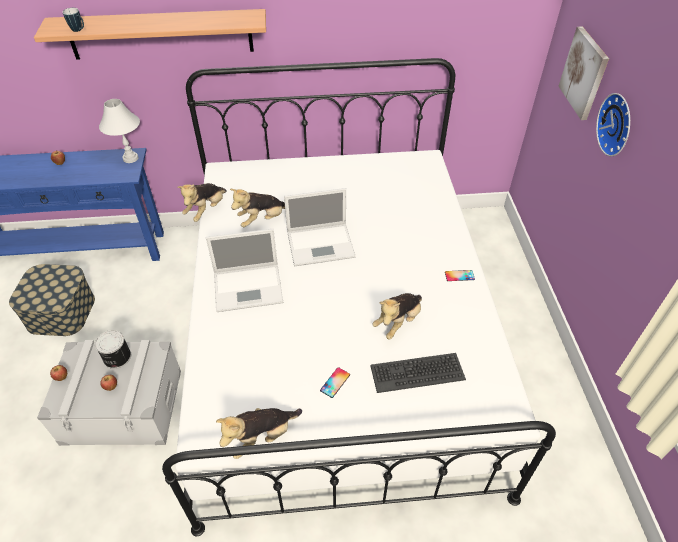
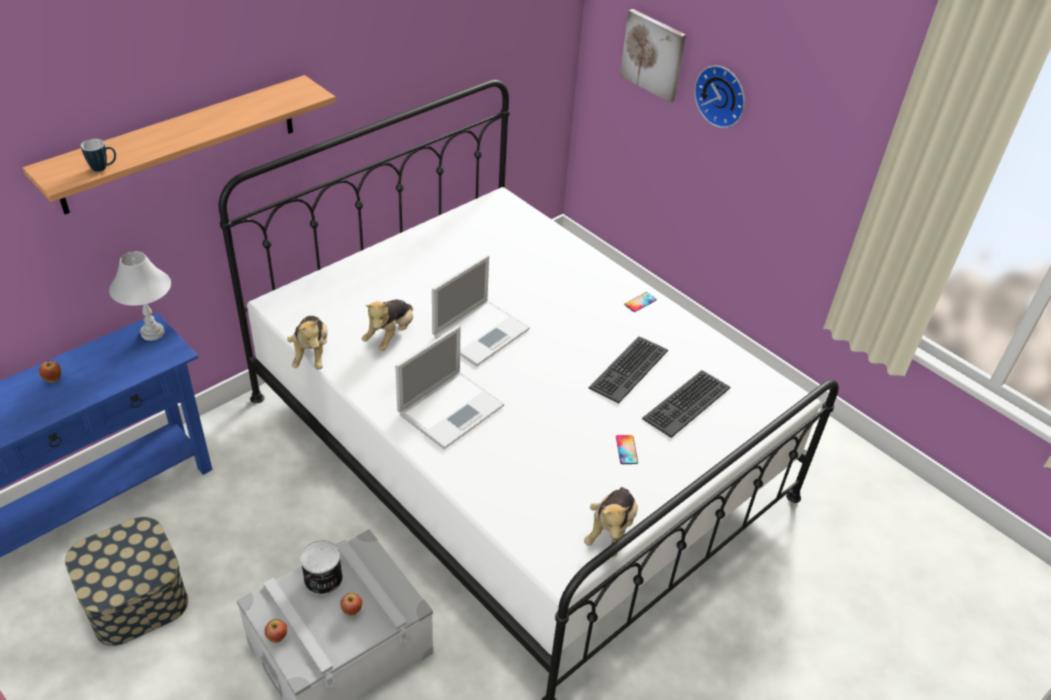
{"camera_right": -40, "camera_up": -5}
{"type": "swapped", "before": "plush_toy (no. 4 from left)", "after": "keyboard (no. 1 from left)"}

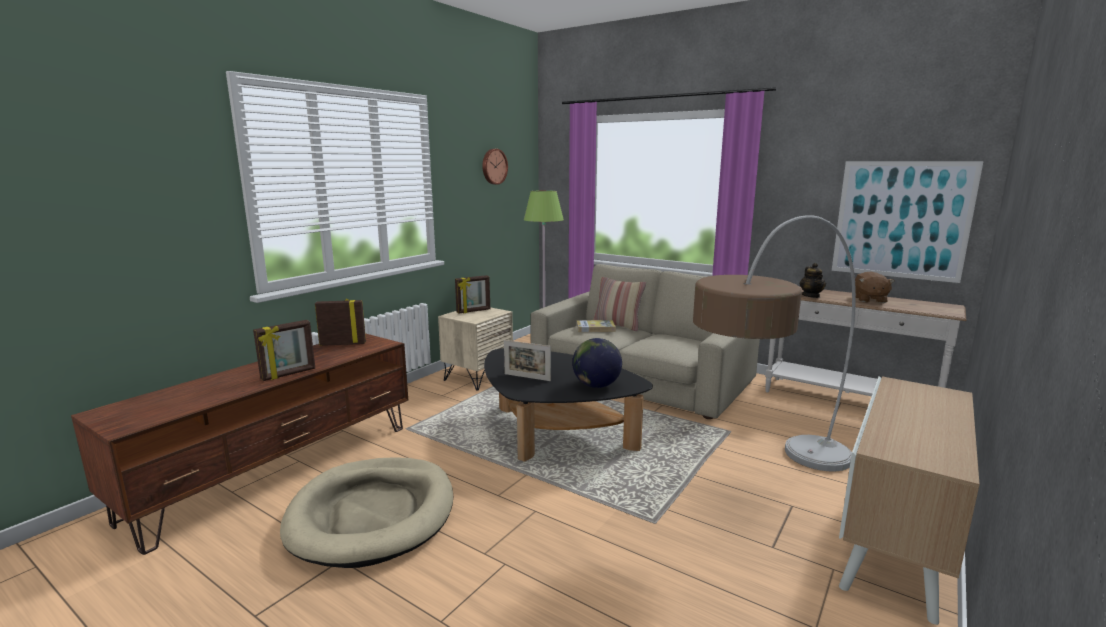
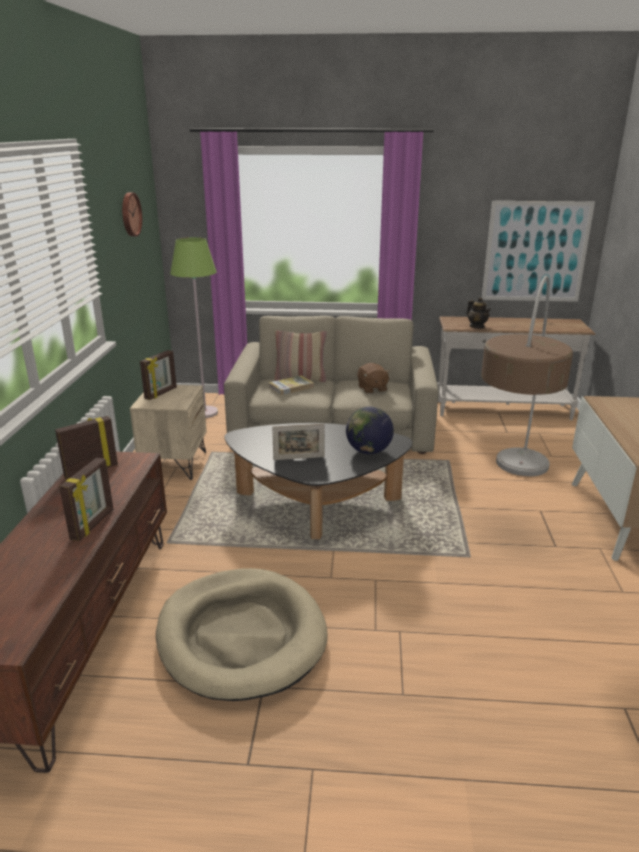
{"camera_right": -30, "camera_up": 10}
{"type": "shifted", "before": "brown_plush_toy"}

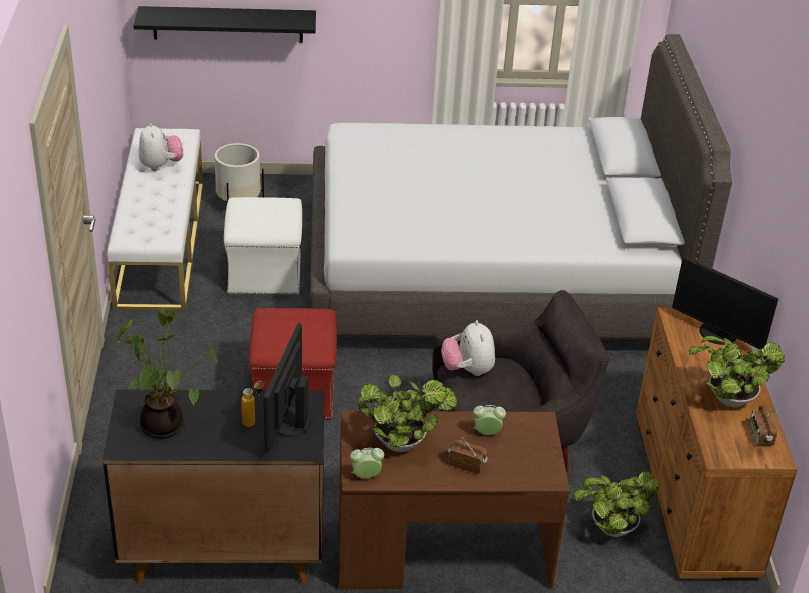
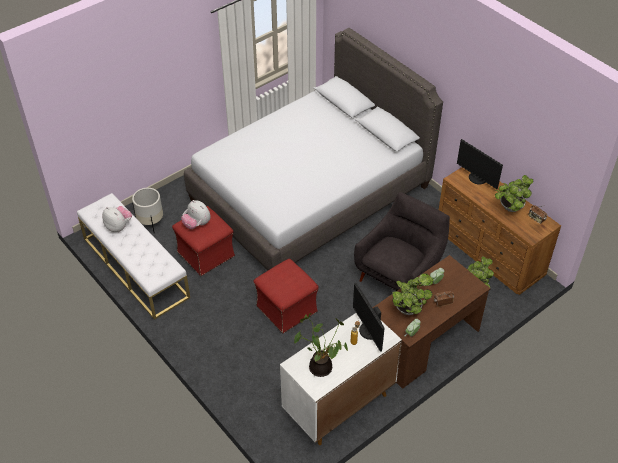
{"camera_right": -35, "camera_up": 10}
{"type": "gone", "before": "blackish_bracket_shelf"}
{"type": "shifted", "before": "plush_toy (no. 2 from left)"}
{"type": "repainted", "before": "blackish_cabinet", "after": "whitish_cabinet"}
{"type": "repainted", "before": "whitish_footrest", "after": "red-coloured_footrest (no. 1 from left)"}
{"type": "rotated", "before": "computer_screen (no. 2 from left)", "turn": 45}

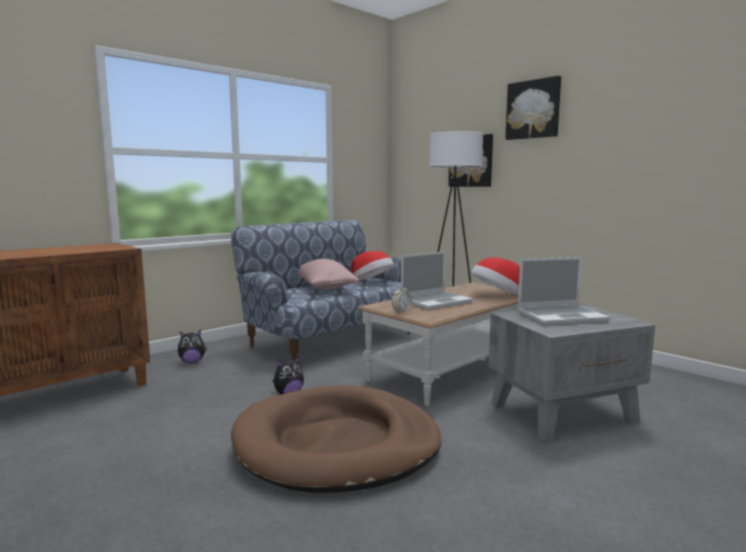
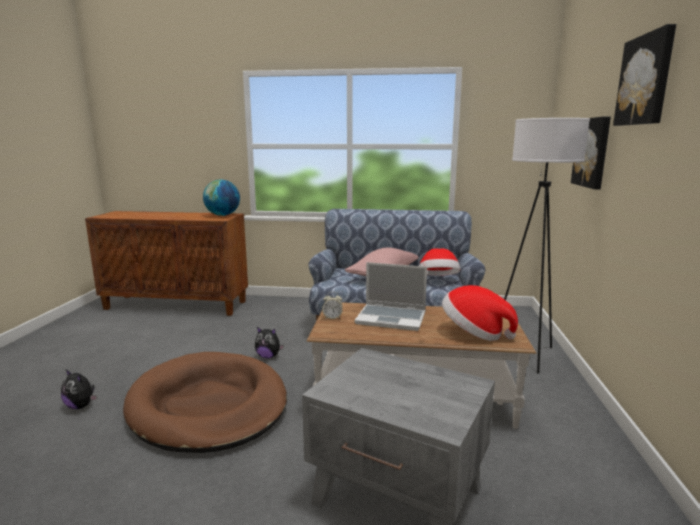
{"camera_right": 50, "camera_up": 5}
{"type": "gone", "before": "laptop (no. 2 from left)"}
{"type": "new", "after": "globe"}
{"type": "shifted", "before": "plush_toy (no. 1 from left)"}

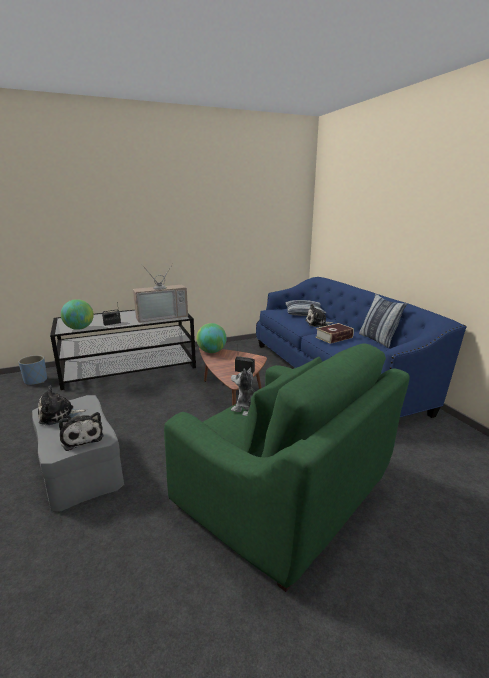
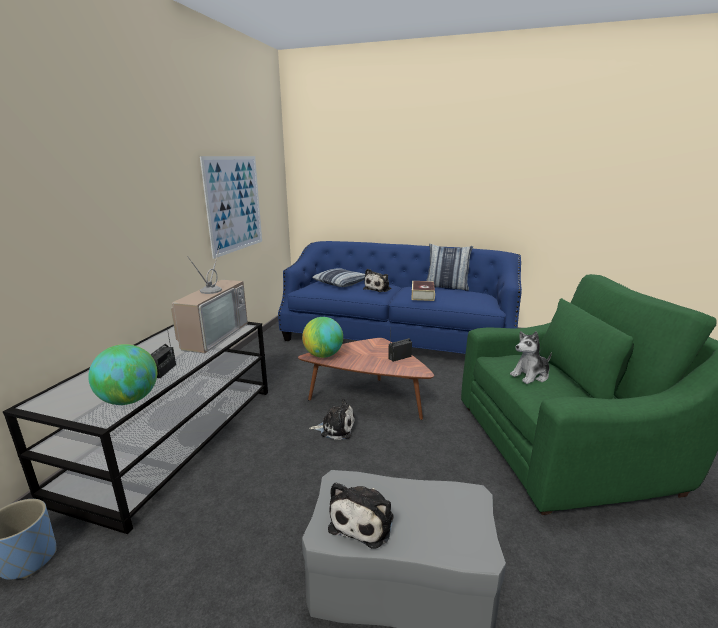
{"camera_right": -50, "camera_up": 0}
{"type": "new", "after": "wall_picture"}
{"type": "shifted", "before": "plush_toy (no. 2 from left in the first image)", "after": "plush_toy (no. 1 from left)"}

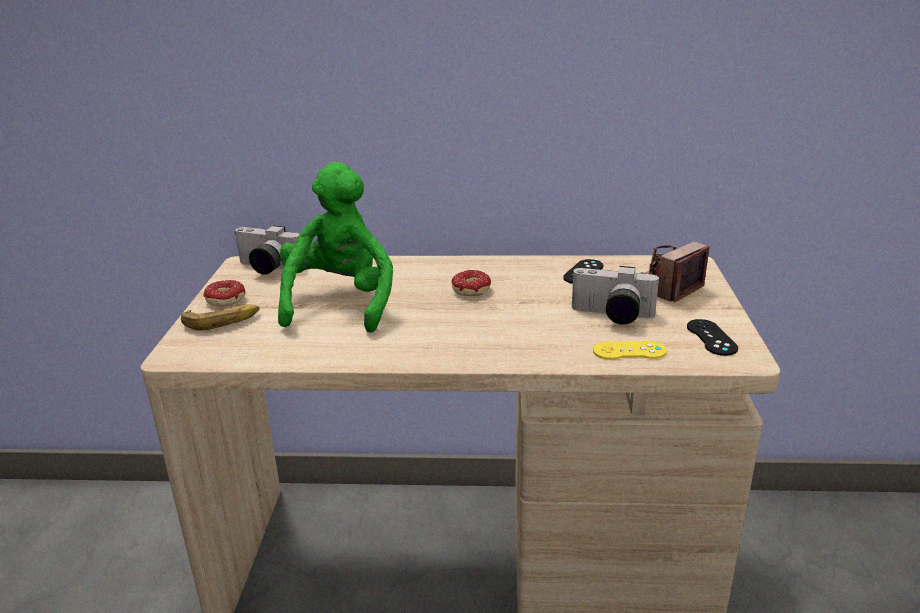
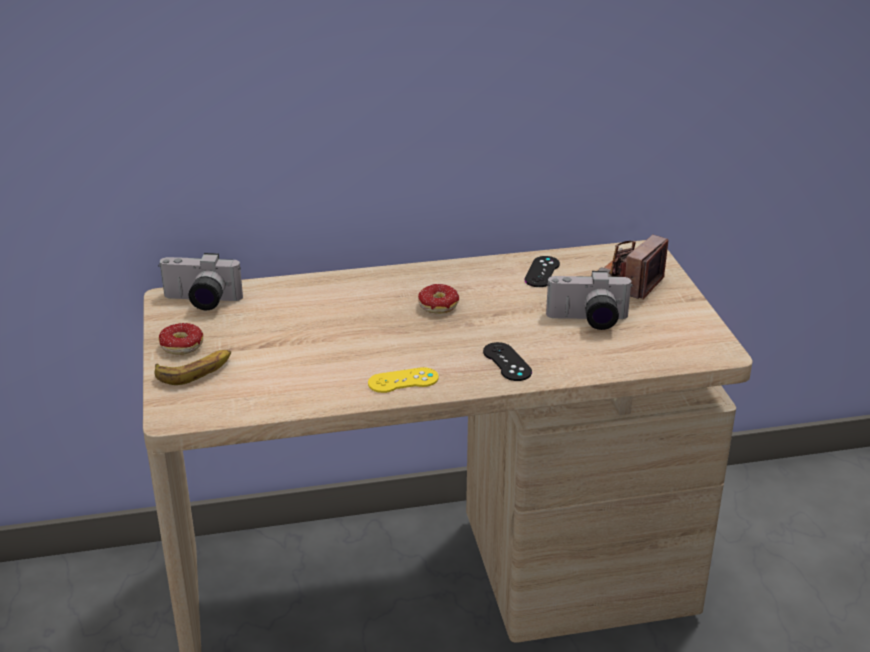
{"camera_right": -15, "camera_up": 5}
{"type": "gone", "before": "green-coloured_plush_toy"}
{"type": "shifted", "before": "yellow_gamepad"}
{"type": "shifted", "before": "blackish_gamepad (no. 2 from left in the first image)", "after": "blackish_gamepad (no. 1 from left)"}

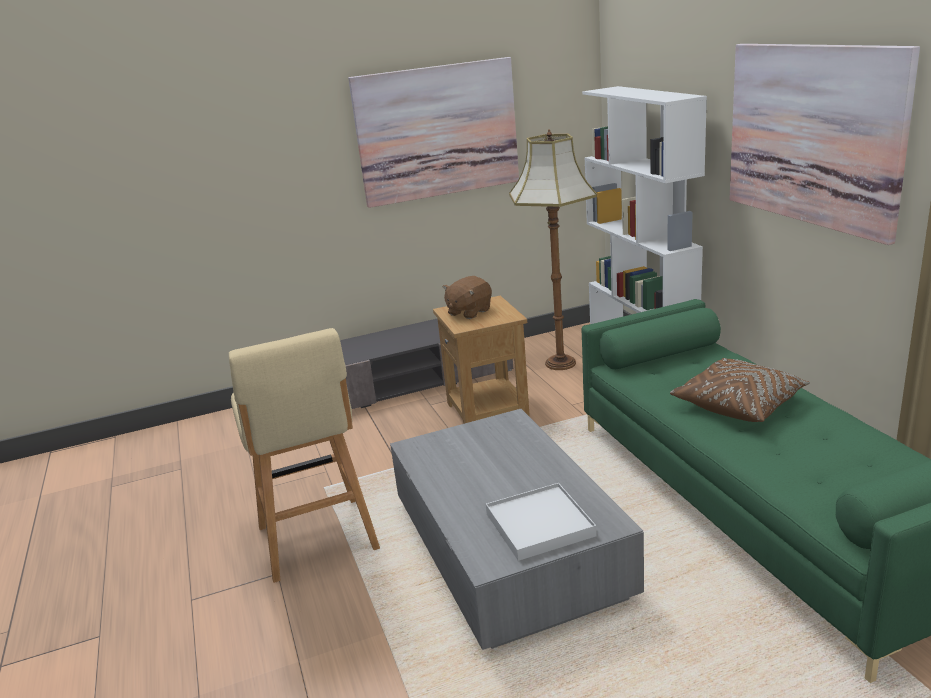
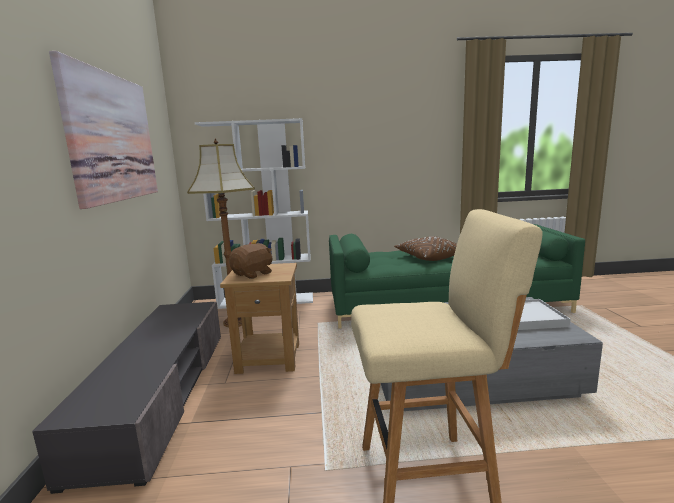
{"camera_right": -75, "camera_up": -10}
{"type": "gone", "before": "wall_picture (no. 2 from left)"}
{"type": "rotated", "before": "brown_plush_toy", "turn": -105}

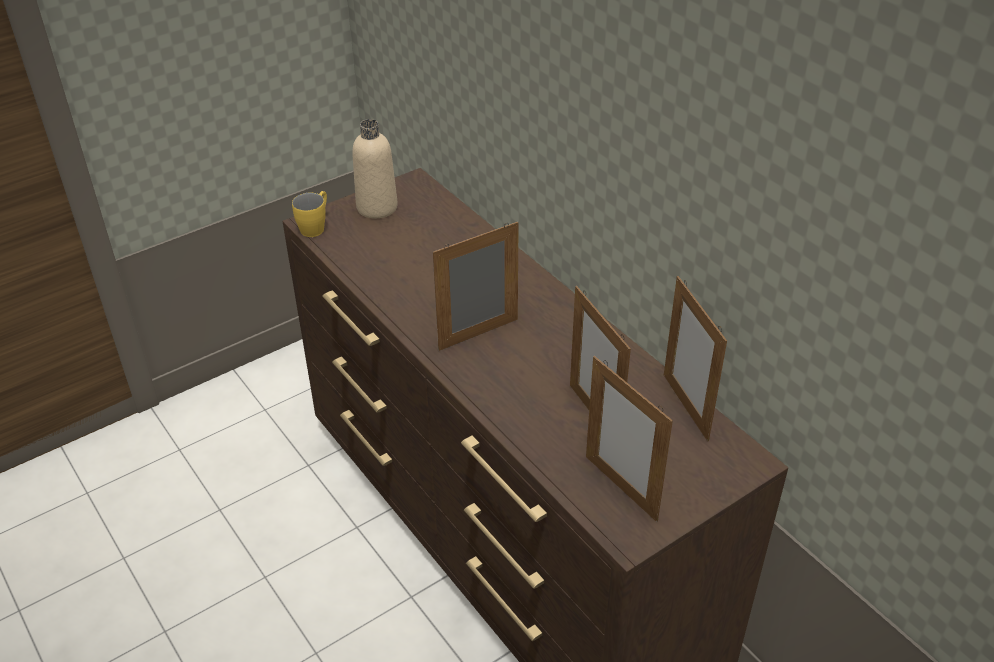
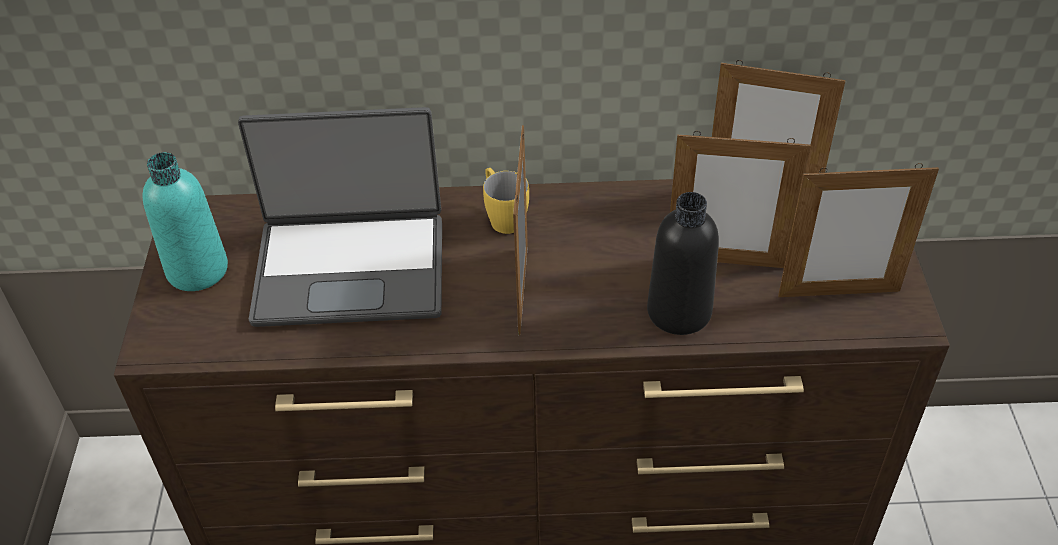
{"camera_right": -55, "camera_up": 5}
{"type": "new", "after": "laptop"}
{"type": "new", "after": "blackish_bottle"}
{"type": "shifted", "before": "yellow_mug"}
{"type": "repainted", "before": "beige_bottle", "after": "blue-green_bottle"}

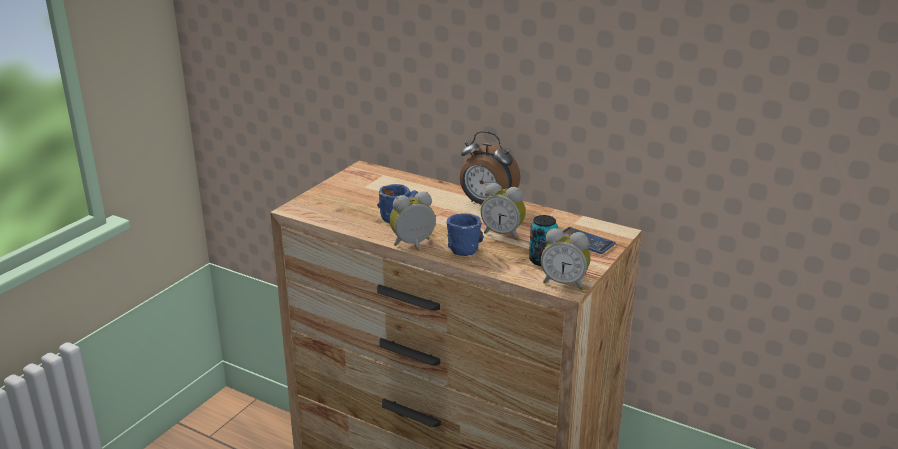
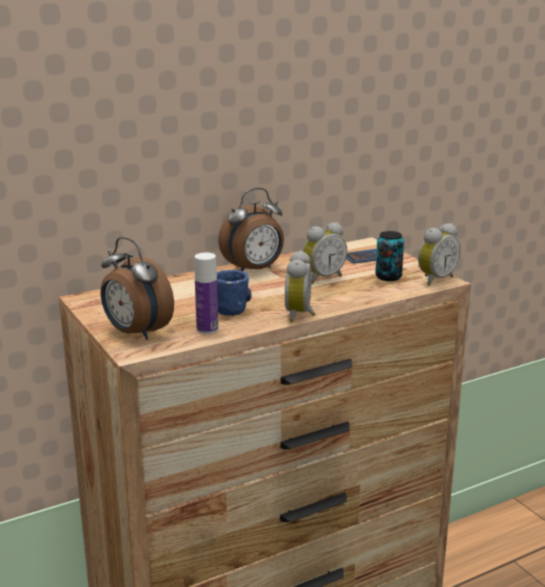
{"camera_right": -60, "camera_up": -5}
{"type": "gone", "before": "bluish_mug (no. 2 from left)"}
{"type": "new", "after": "bedside_clock (no. 1 from left)"}
{"type": "new", "after": "bottle"}

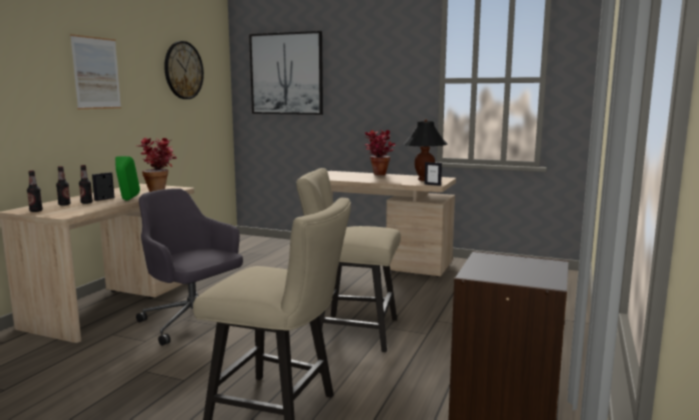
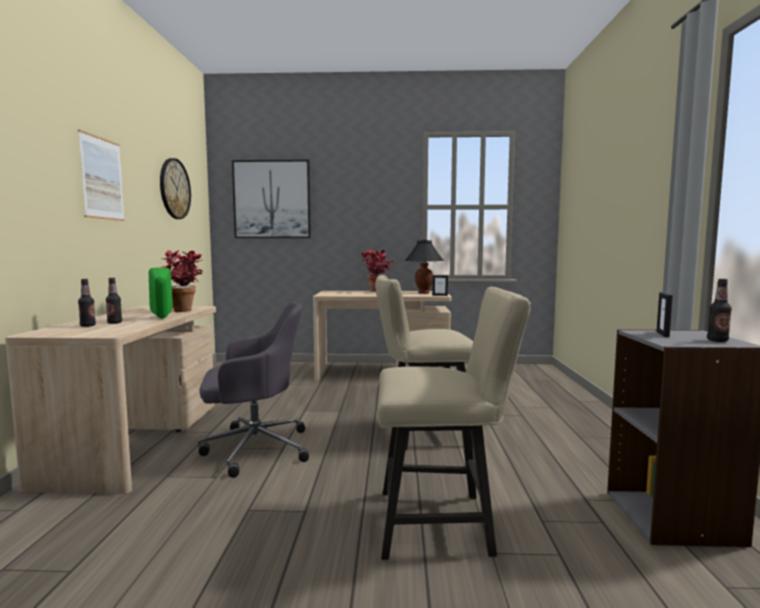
{"camera_right": -20, "camera_up": -5}
{"type": "shifted", "before": "bottle (no. 1 from left in the first image)", "after": "bottle (no. 3 from left)"}
{"type": "shifted", "before": "standing_frame (no. 1 from left in the first image)", "after": "standing_frame (no. 2 from left)"}
{"type": "rotated", "before": "greyish_computer_chair", "turn": 150}

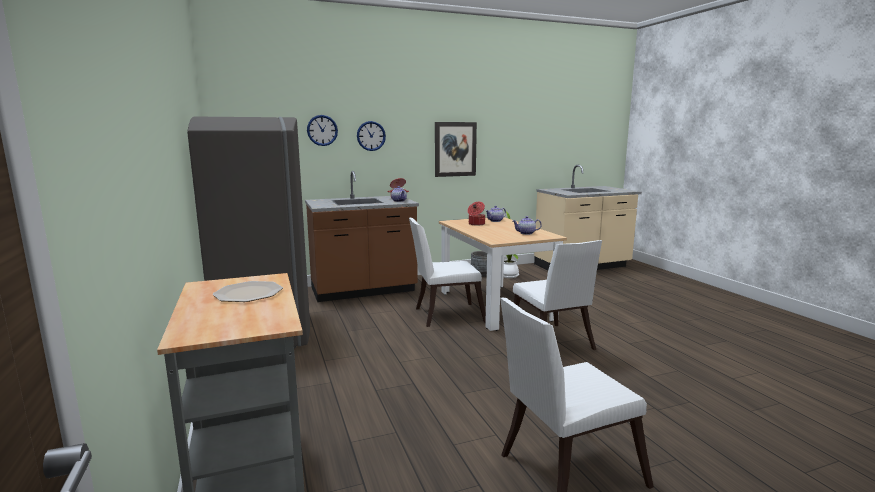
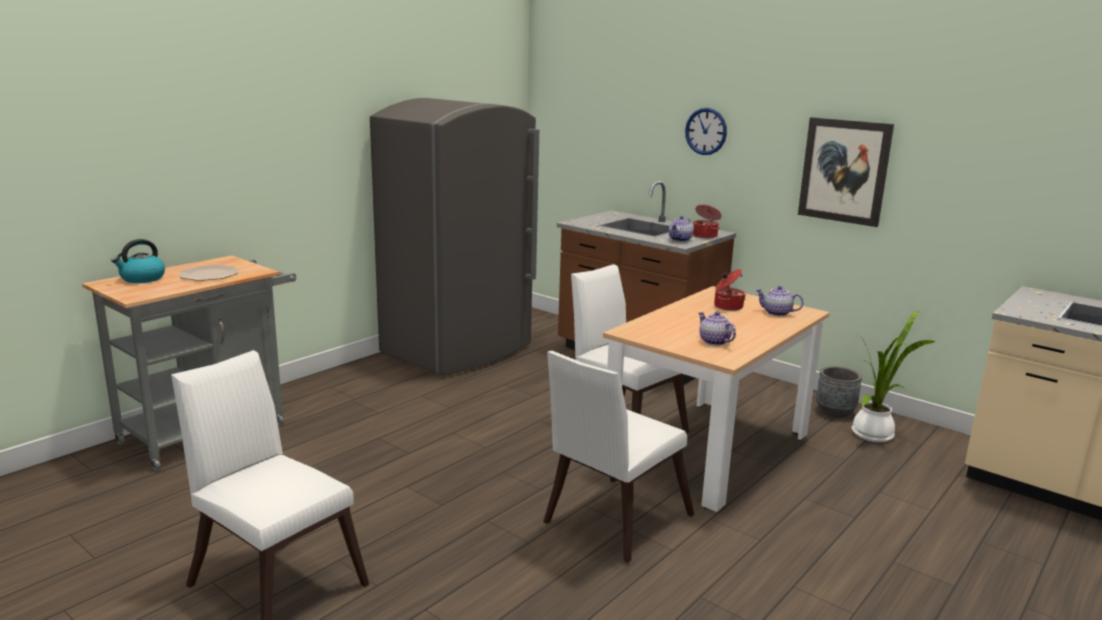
{"camera_right": 60, "camera_up": 5}
{"type": "gone", "before": "wall_clock (no. 1 from left)"}
{"type": "new", "after": "kettle"}

